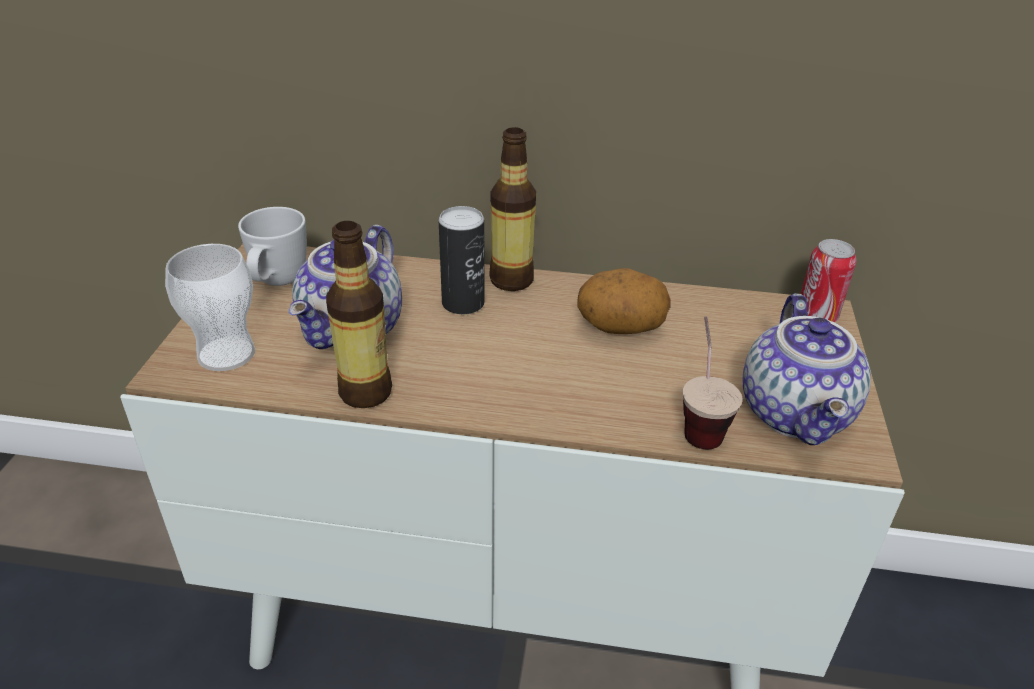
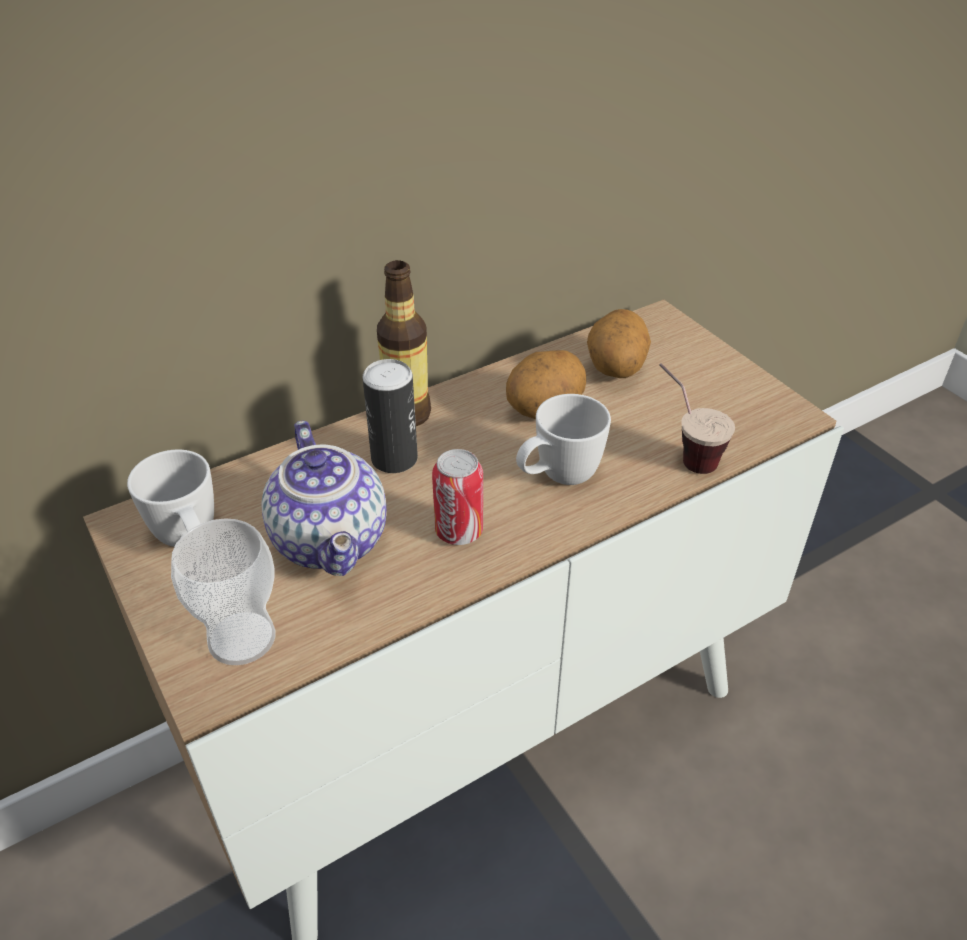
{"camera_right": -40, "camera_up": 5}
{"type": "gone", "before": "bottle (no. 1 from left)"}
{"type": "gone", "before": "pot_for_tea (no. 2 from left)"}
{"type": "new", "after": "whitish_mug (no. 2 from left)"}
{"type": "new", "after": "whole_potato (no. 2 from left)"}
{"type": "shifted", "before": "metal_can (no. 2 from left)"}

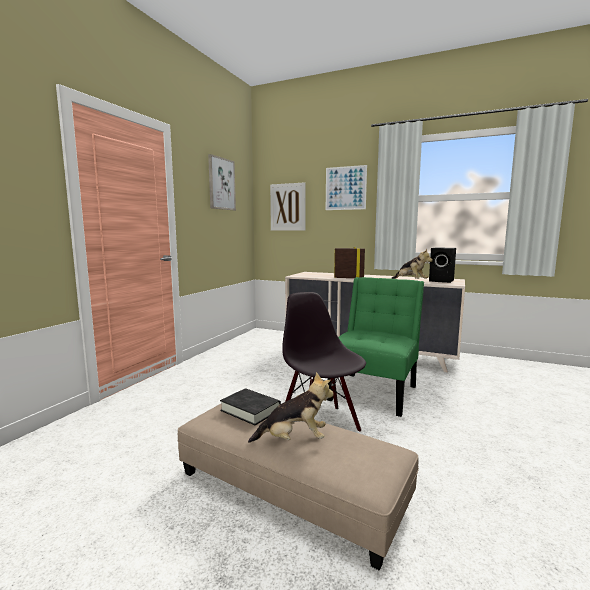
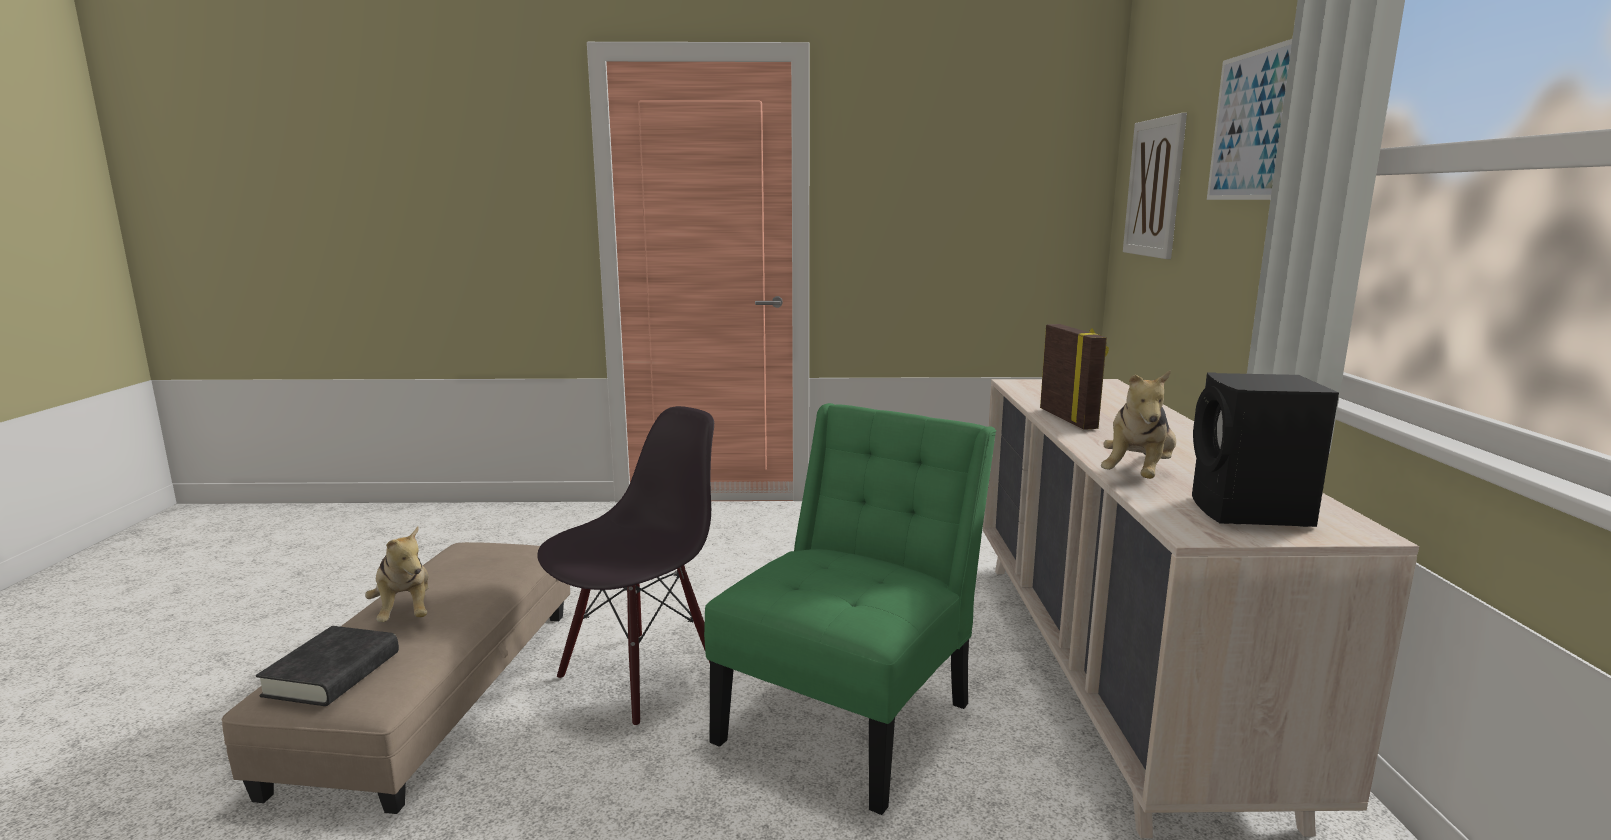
{"camera_right": 65, "camera_up": 5}
{"type": "gone", "before": "wall_picture (no. 1 from left)"}
{"type": "shifted", "before": "blackish_bound_book"}
{"type": "rotated", "before": "green-coloured_chair", "turn": -60}

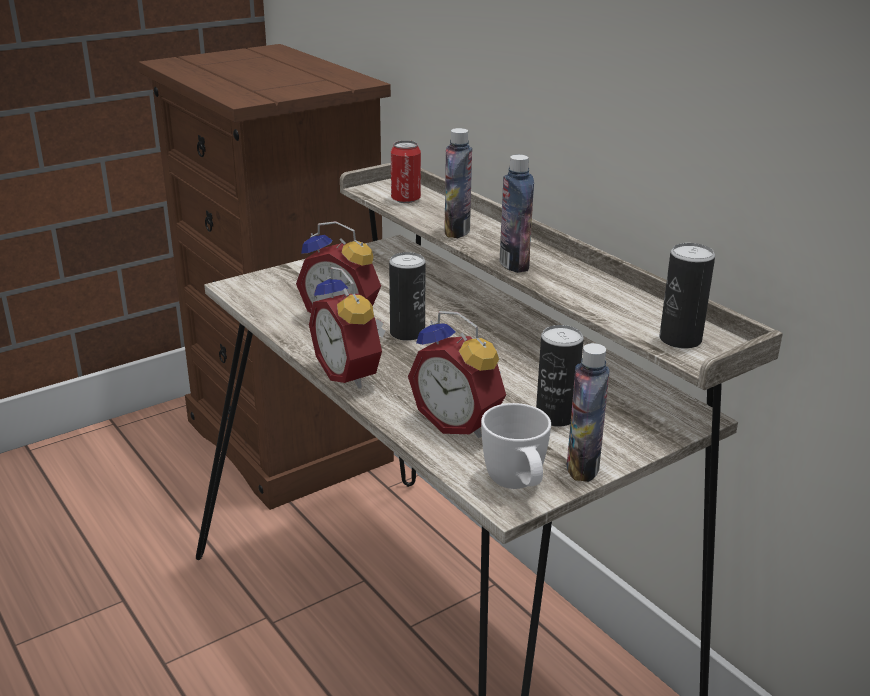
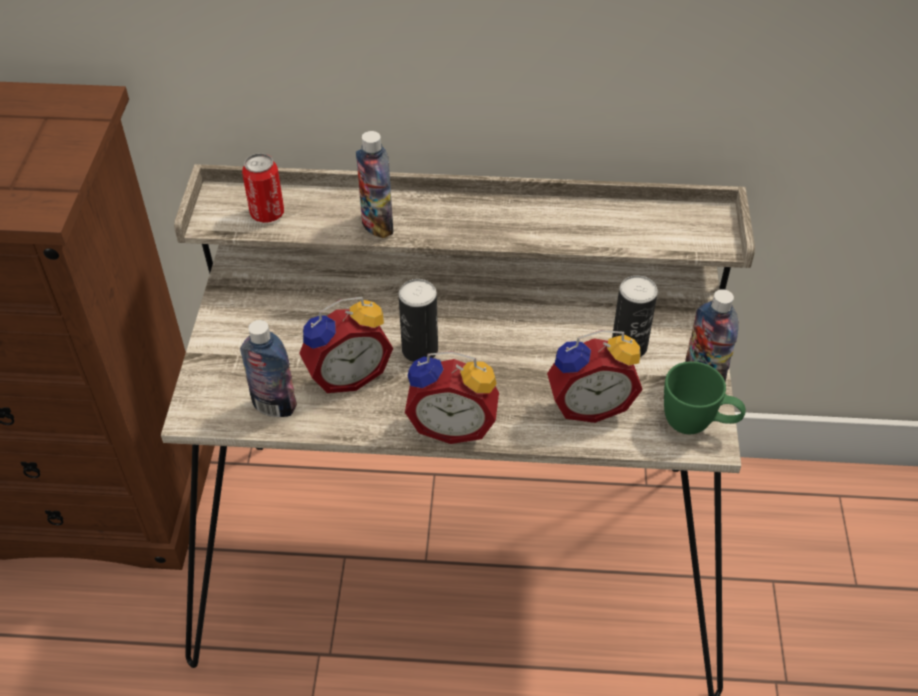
{"camera_right": -50, "camera_up": 20}
{"type": "gone", "before": "metal_can (no. 4 from left)"}
{"type": "shifted", "before": "bottle (no. 2 from left in the first image)", "after": "bottle (no. 1 from left)"}
{"type": "repainted", "before": "whitish_mug", "after": "green-coloured_mug"}

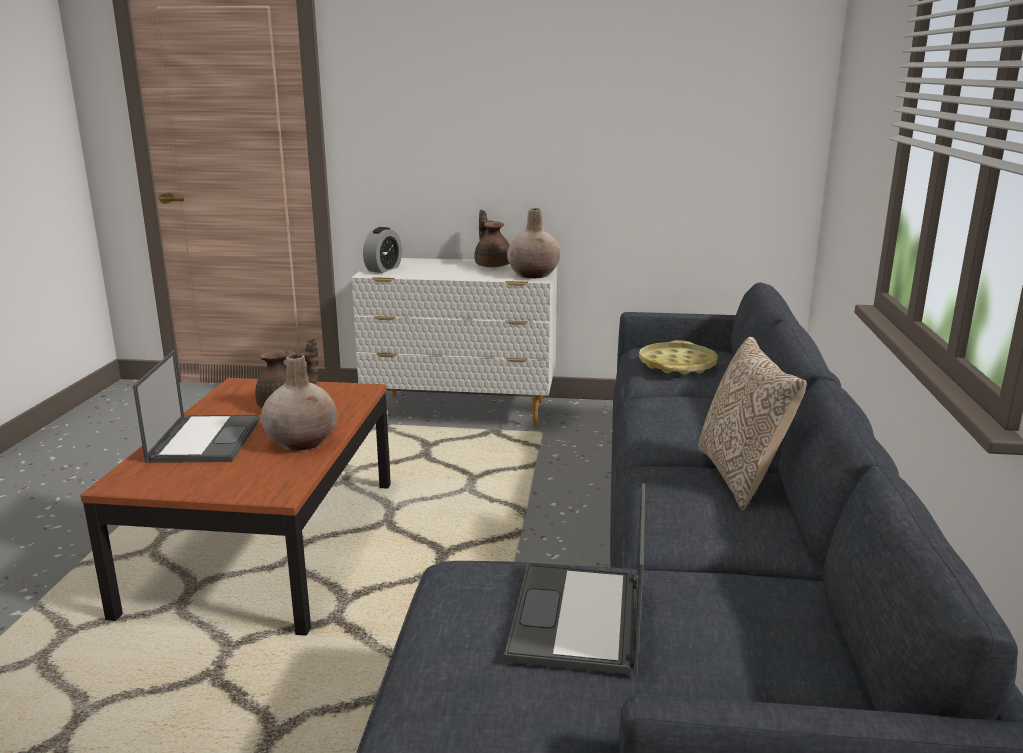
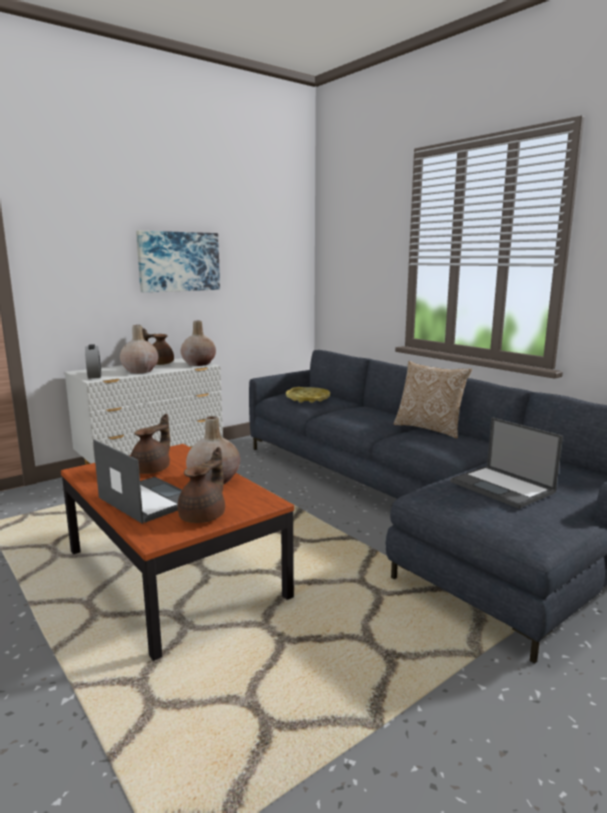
{"camera_right": -45, "camera_up": -5}
{"type": "new", "after": "beige_decorative_vase (no. 1 from left)"}
{"type": "new", "after": "wall_picture"}
{"type": "new", "after": "brown_pot_for_tea (no. 3 from left)"}

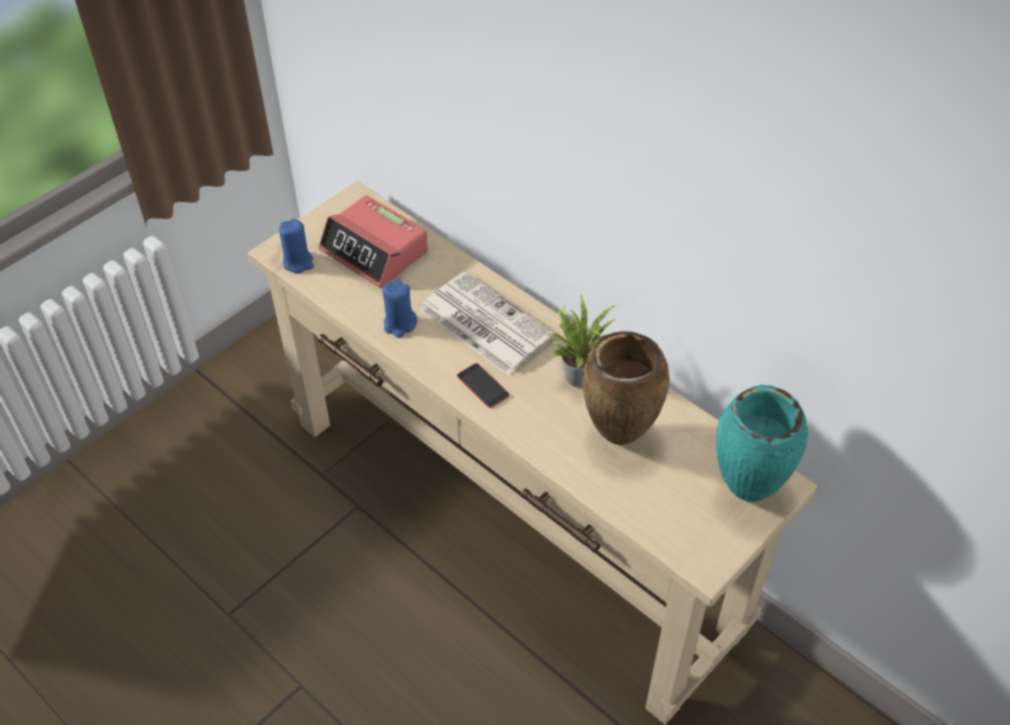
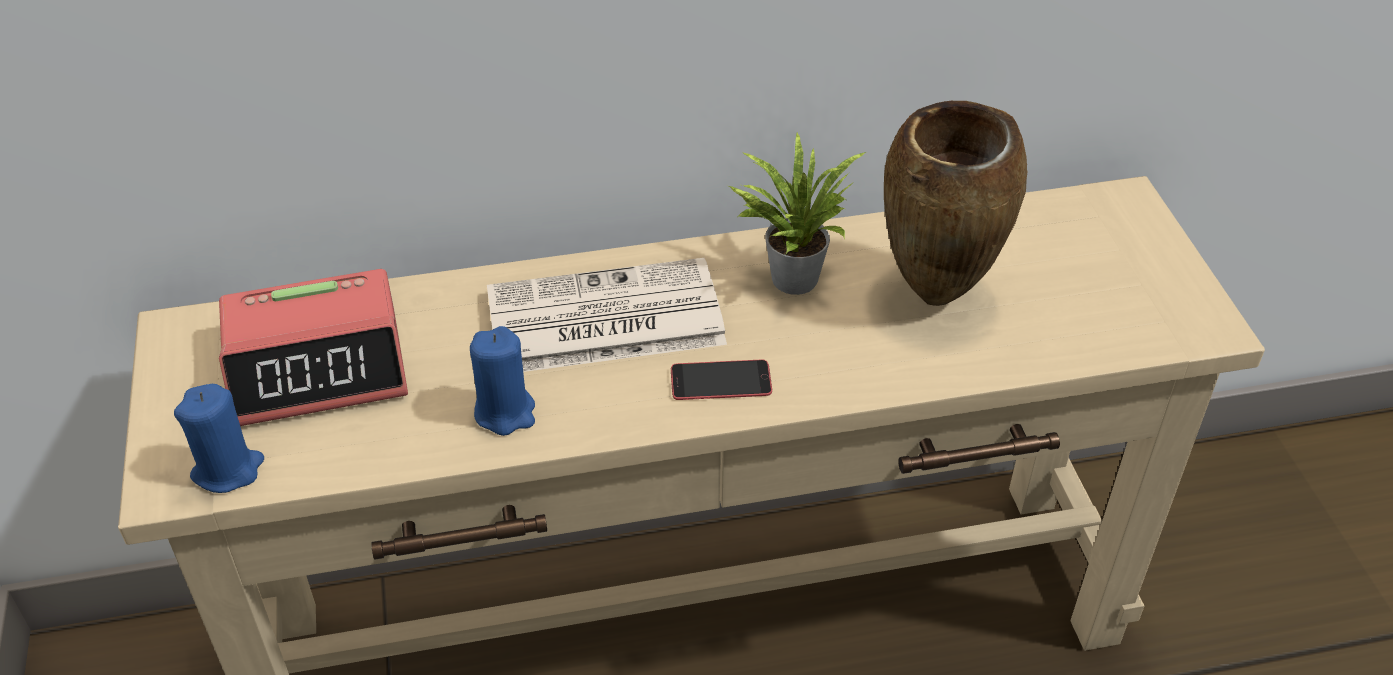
{"camera_right": -55, "camera_up": -5}
{"type": "gone", "before": "blue-green_decorative_vase"}

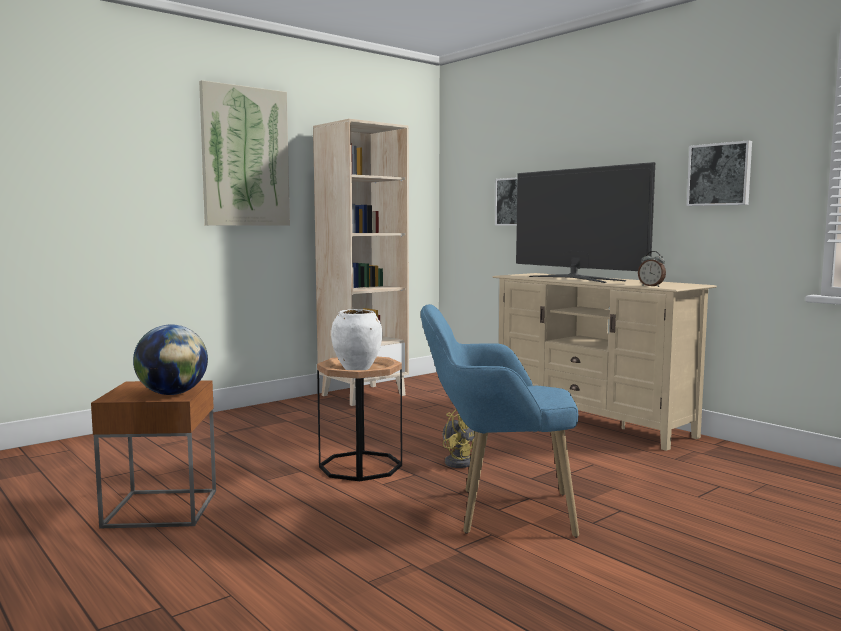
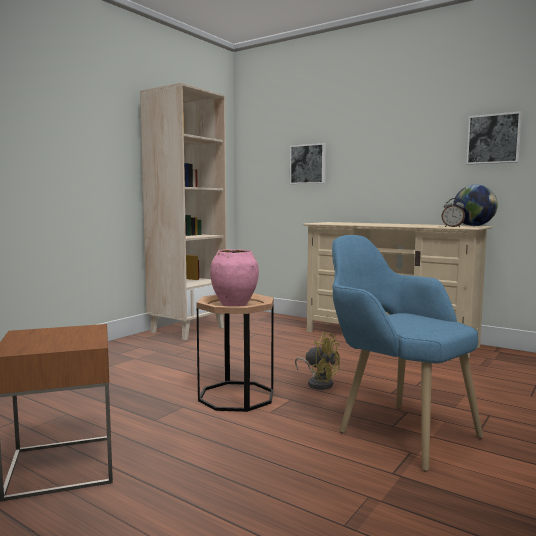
{"camera_right": -15, "camera_up": 0}
{"type": "gone", "before": "wall_picture (no. 1 from left)"}
{"type": "gone", "before": "television"}
{"type": "shifted", "before": "globe"}
{"type": "repainted", "before": "whitish_decorative_vase", "after": "pink-coloured_decorative_vase"}
{"type": "rotated", "before": "bluish_easy_chair", "turn": 60}

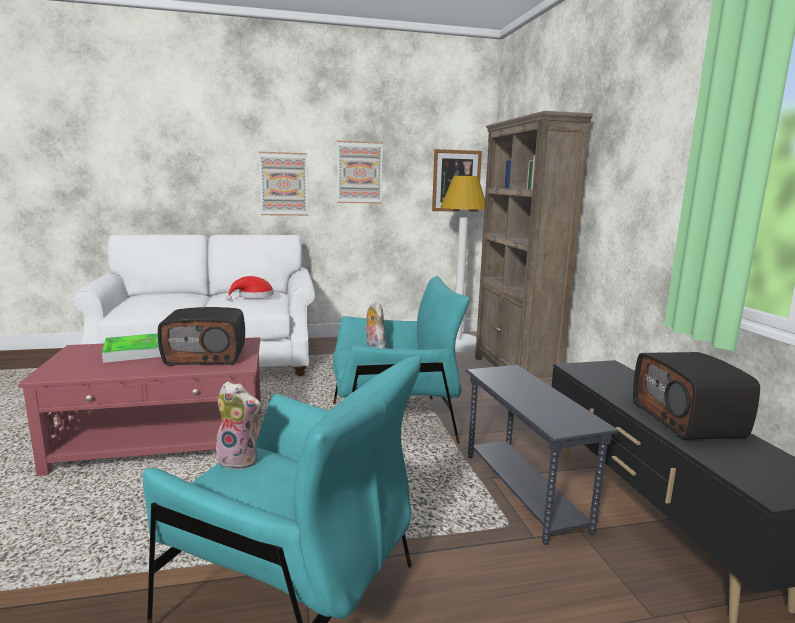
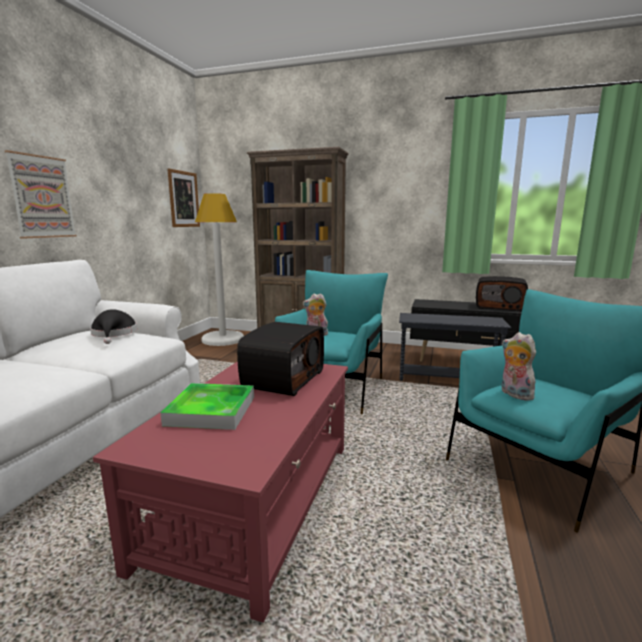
{"camera_right": -60, "camera_up": 0}
{"type": "gone", "before": "wall_picture (no. 2 from left)"}
{"type": "repainted", "before": "red-coloured_hat", "after": "blackish_hat"}
{"type": "rotated", "before": "plush_toy (no. 1 from left in the first image)", "turn": -75}

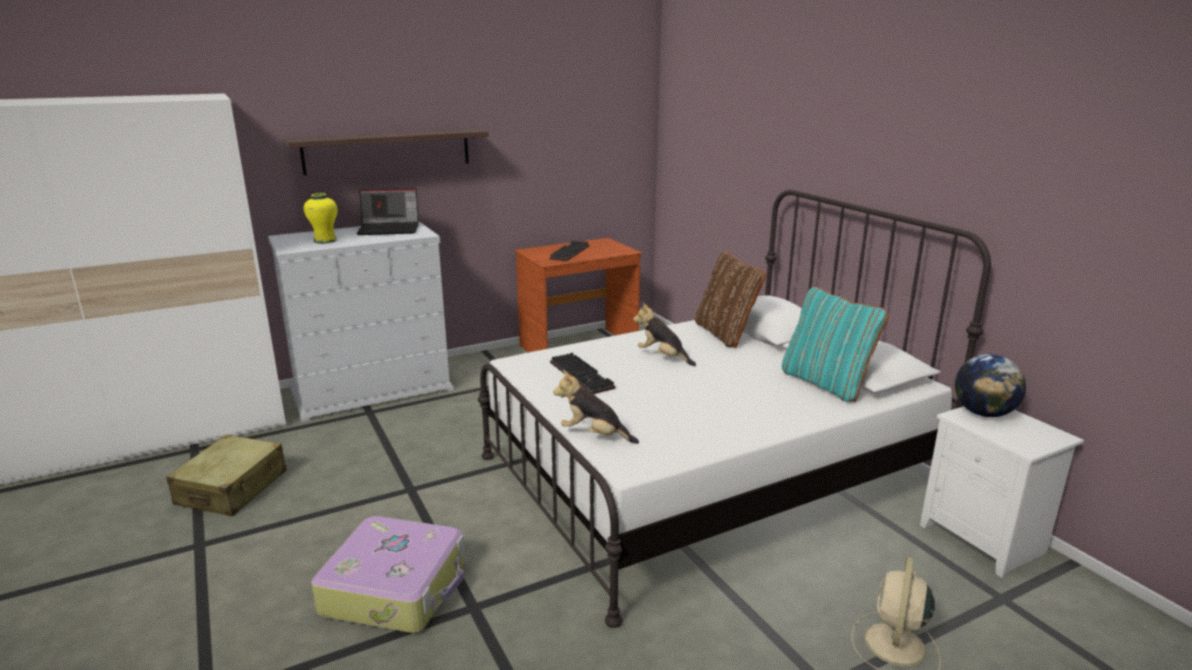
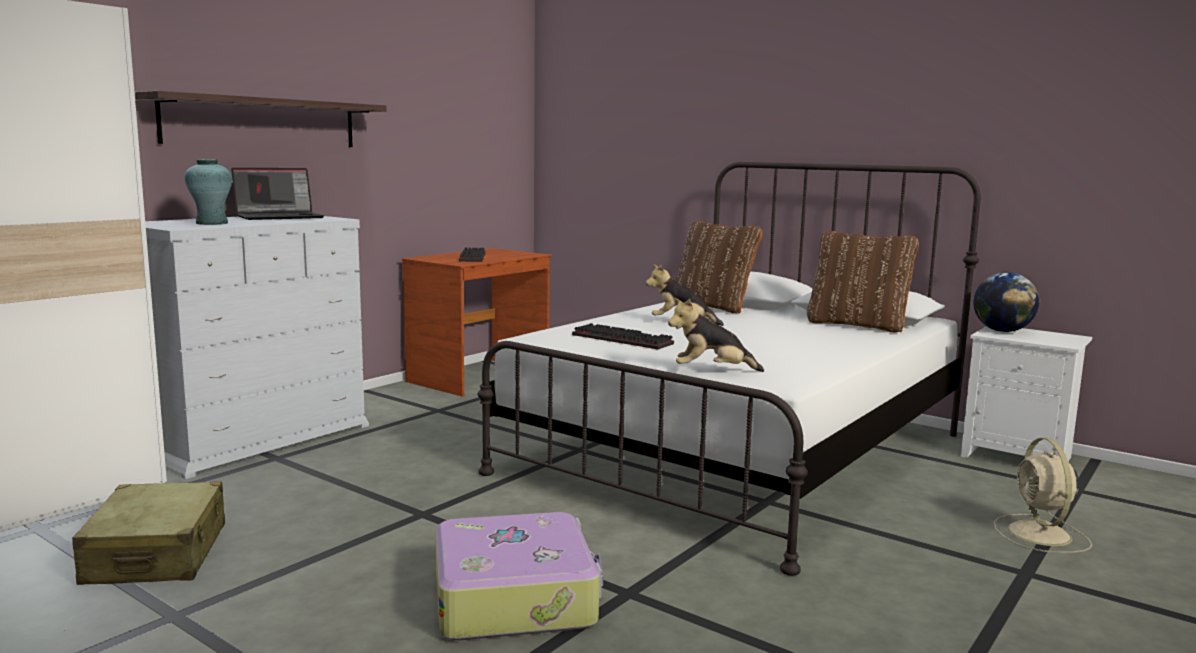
{"camera_right": -25, "camera_up": -10}
{"type": "repainted", "before": "yellow_decorative_vase", "after": "blue-green_decorative_vase"}
{"type": "repainted", "before": "blue-green_pillow", "after": "brown_pillow (no. 2 from left)"}

